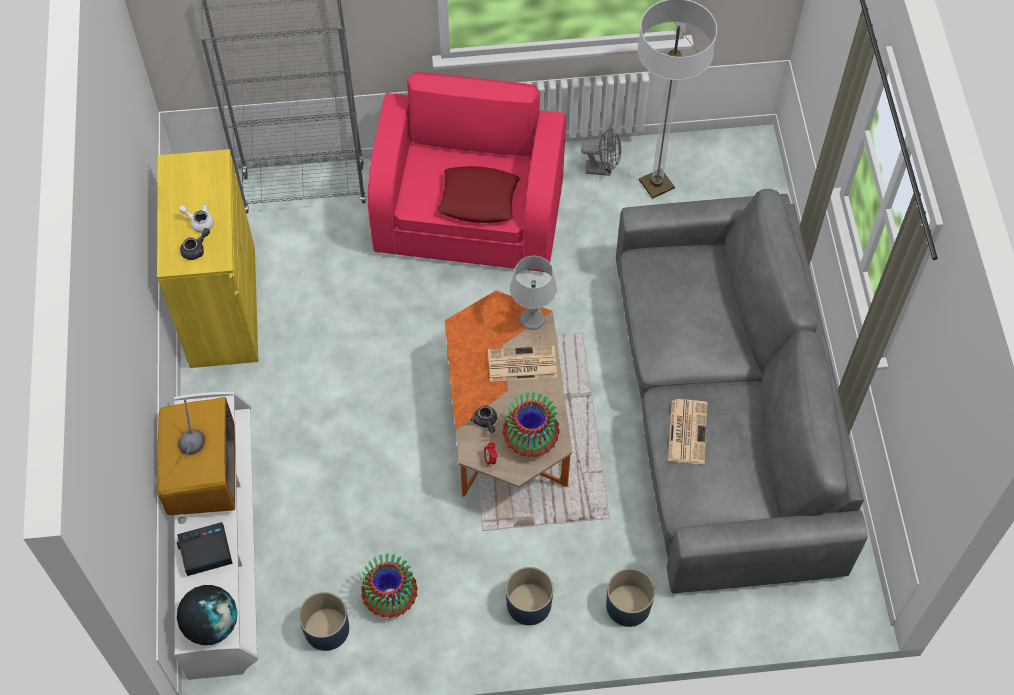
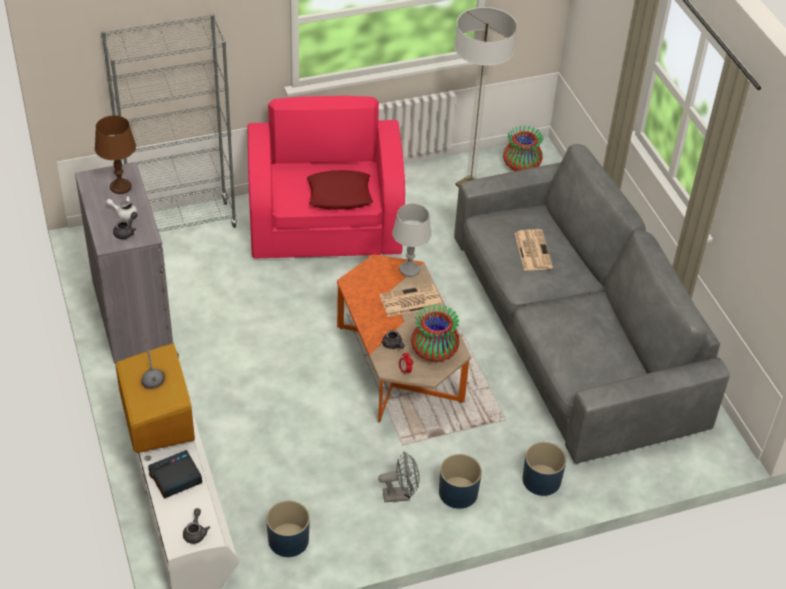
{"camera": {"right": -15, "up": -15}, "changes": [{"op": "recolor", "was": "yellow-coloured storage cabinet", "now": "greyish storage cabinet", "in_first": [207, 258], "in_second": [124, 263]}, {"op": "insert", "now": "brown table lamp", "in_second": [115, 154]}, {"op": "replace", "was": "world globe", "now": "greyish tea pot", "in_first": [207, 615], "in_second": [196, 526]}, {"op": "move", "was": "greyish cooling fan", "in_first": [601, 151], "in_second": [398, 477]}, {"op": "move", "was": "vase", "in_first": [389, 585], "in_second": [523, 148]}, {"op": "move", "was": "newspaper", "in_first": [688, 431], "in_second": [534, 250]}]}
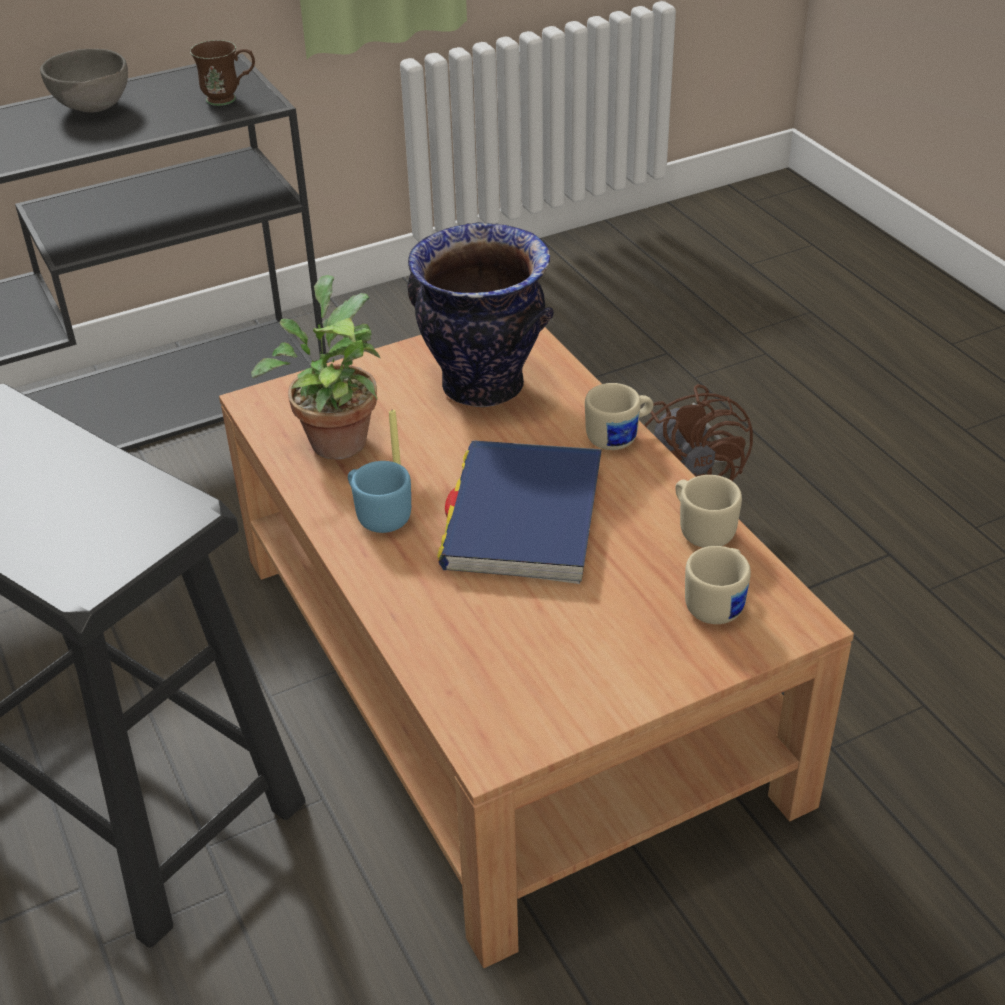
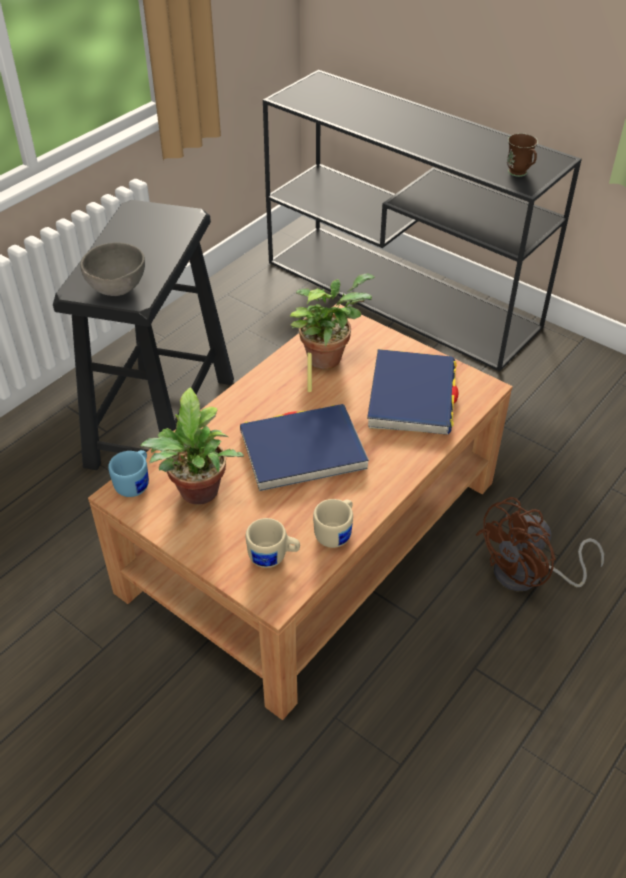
{"camera": {"right": 65, "up": 5}, "changes": [{"op": "move", "was": "greyish serving bowl", "in_first": [84, 81], "in_second": [112, 269]}, {"op": "move", "was": "blue-coloured mug", "in_first": [379, 497], "in_second": [128, 473]}, {"op": "insert", "now": "plant in a pot", "in_second": [192, 446]}, {"op": "replace", "was": "vase", "now": "blue-coloured volume", "in_first": [480, 314], "in_second": [412, 392]}, {"op": "delete", "was": "beige mug", "in_first": [619, 416]}]}
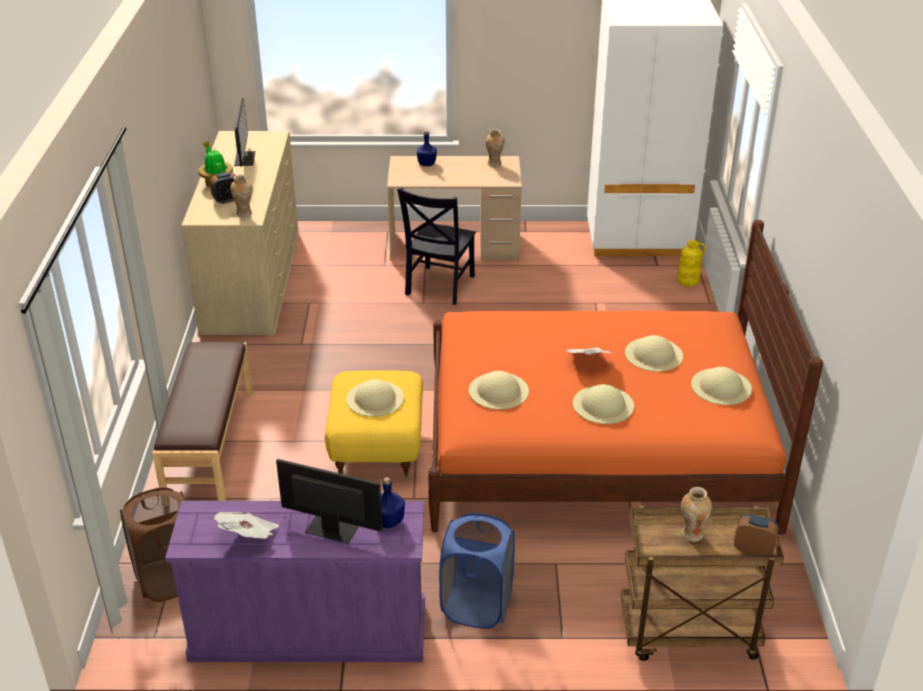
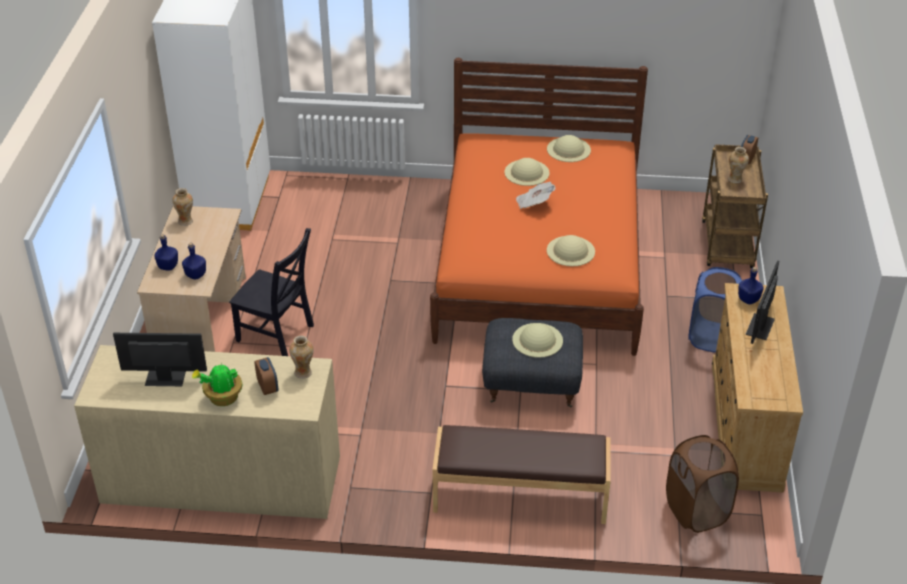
{"camera": {"right": -85, "up": 5}, "changes": [{"op": "insert", "now": "blue-coloured drink bottle", "in_second": [194, 261]}, {"op": "recolor", "was": "yellow-coloured pouffe", "now": "greyish pouffe", "in_first": [374, 424], "in_second": [532, 362]}, {"op": "recolor", "was": "purplish drawer chest", "now": "beige drawer chest", "in_first": [295, 581], "in_second": [757, 388]}, {"op": "delete", "was": "newspaper", "in_first": [246, 525]}, {"op": "delete", "was": "beige wearable hat", "in_first": [603, 404]}, {"op": "delete", "was": "yellow-coloured vase", "in_first": [691, 263]}]}
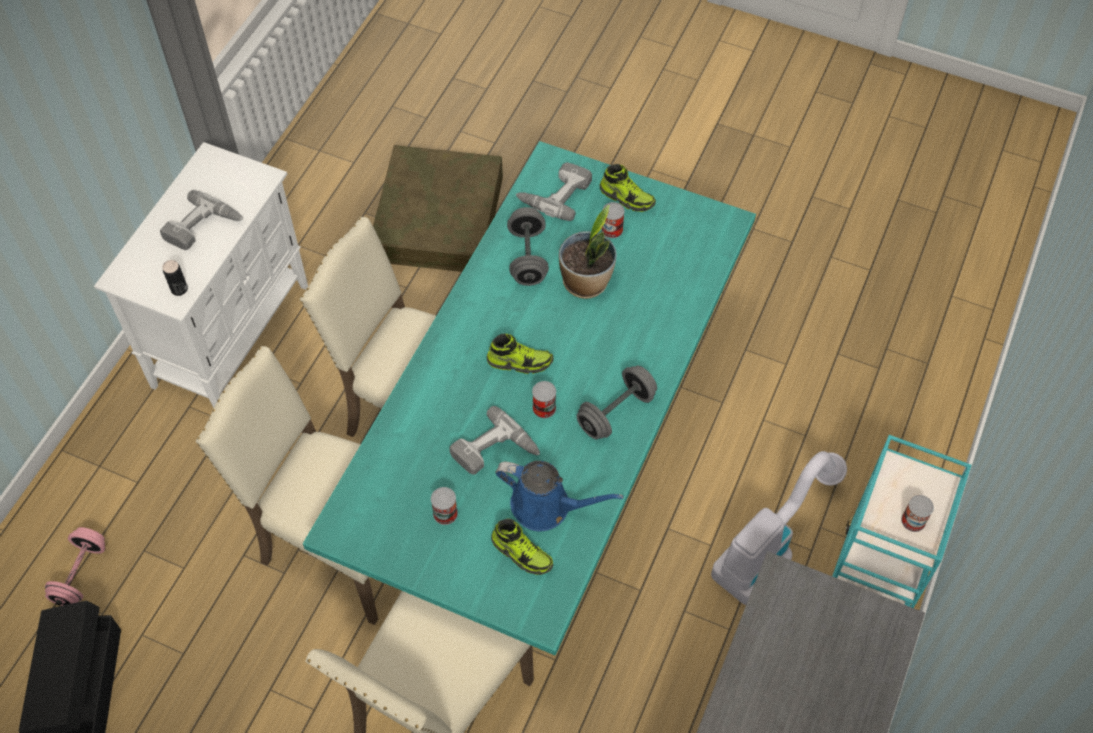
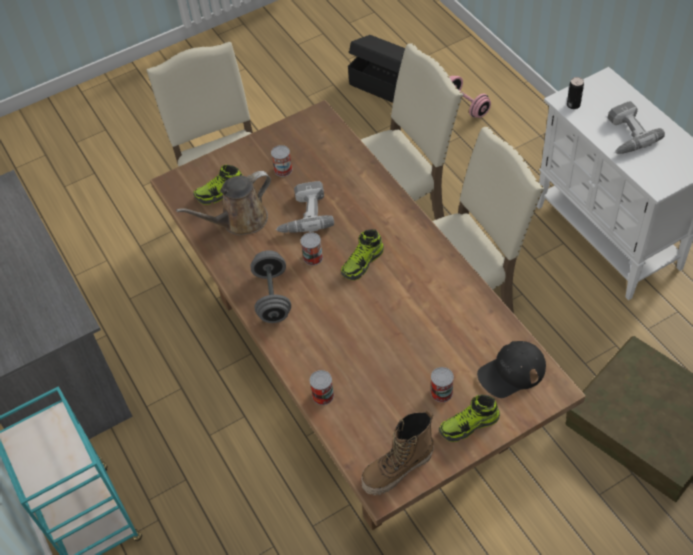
{"camera": {"right": 130, "up": -5}, "changes": [{"op": "recolor", "was": "blue-green dinner table", "now": "brown dinner table", "in_first": [529, 398], "in_second": [368, 315]}, {"op": "recolor", "was": "blue-coloured sprinkling can", "now": "brown sprinkling can", "in_first": [559, 496], "in_second": [223, 203]}, {"op": "move", "was": "metal can", "in_first": [917, 513], "in_second": [322, 387]}, {"op": "insert", "now": "boot", "in_second": [397, 452]}, {"op": "replace", "was": "electric drill", "now": "black-coloured peaked cap", "in_first": [554, 191], "in_second": [511, 369]}, {"op": "delete", "was": "greyish hand weight", "in_first": [528, 246]}, {"op": "delete", "was": "plant in a pot", "in_first": [588, 251]}, {"op": "delete", "was": "vacuum", "in_first": [779, 528]}]}
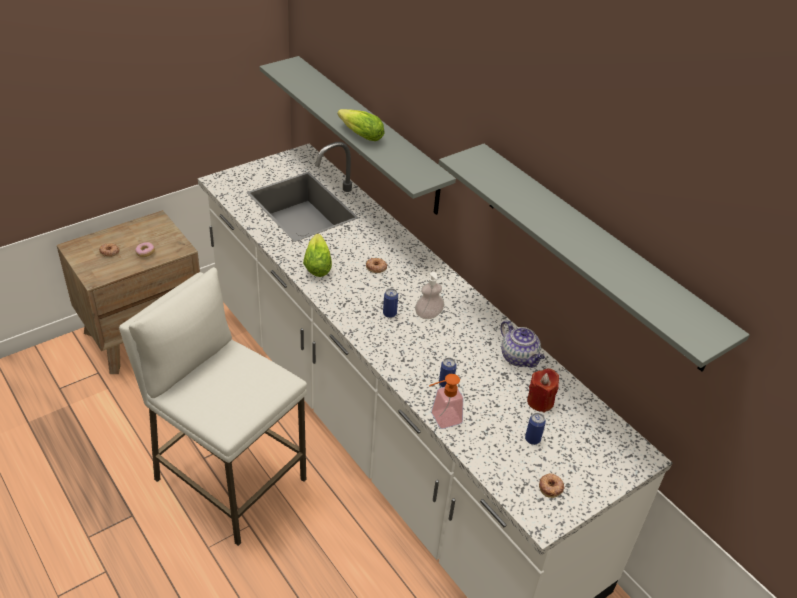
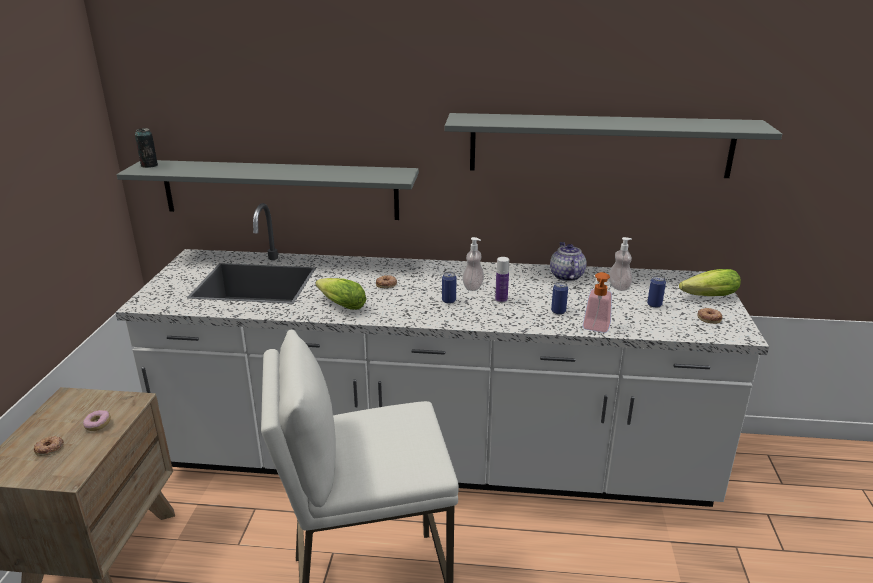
{"camera": {"right": -45, "up": -15}, "changes": [{"op": "insert", "now": "metal can", "in_second": [146, 148]}, {"op": "insert", "now": "drink bottle", "in_second": [502, 280]}, {"op": "rotate", "was": "tea pot", "in_first": [522, 344], "in_second": [568, 261], "clockwise": -105}, {"op": "replace", "was": "red-coloured wax candle", "now": "soap dispenser", "in_first": [543, 390], "in_second": [620, 264]}, {"op": "move", "was": "lettuce", "in_first": [361, 125], "in_second": [710, 282]}]}
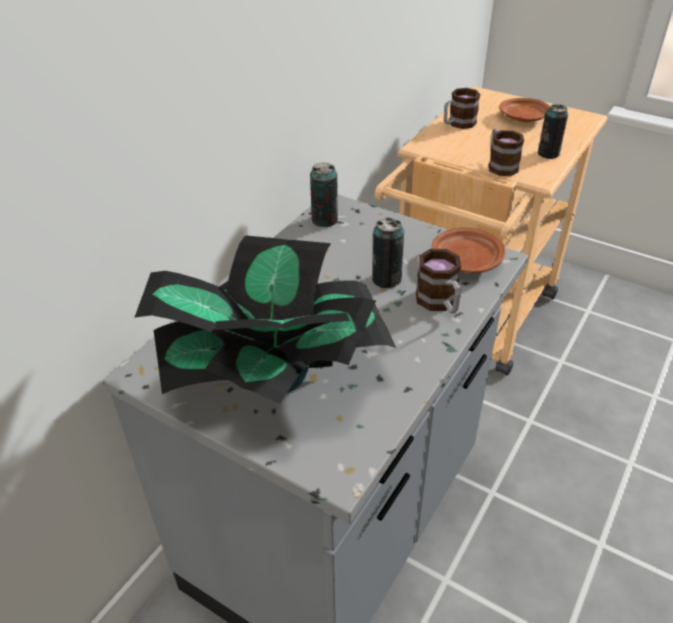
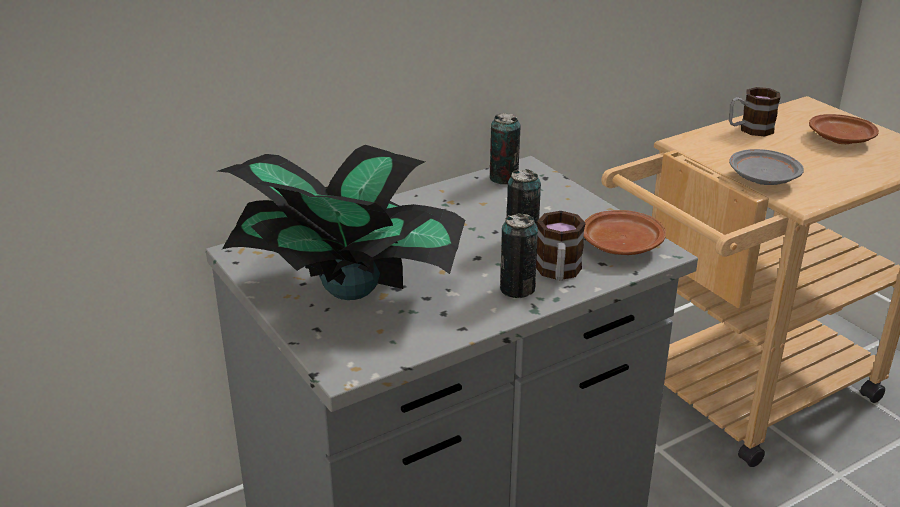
{"camera": {"right": 25, "up": -10}, "changes": [{"op": "move", "was": "metal can", "in_first": [553, 131], "in_second": [519, 255]}, {"op": "replace", "was": "mug", "now": "greyish flat dish", "in_first": [506, 152], "in_second": [766, 167]}]}
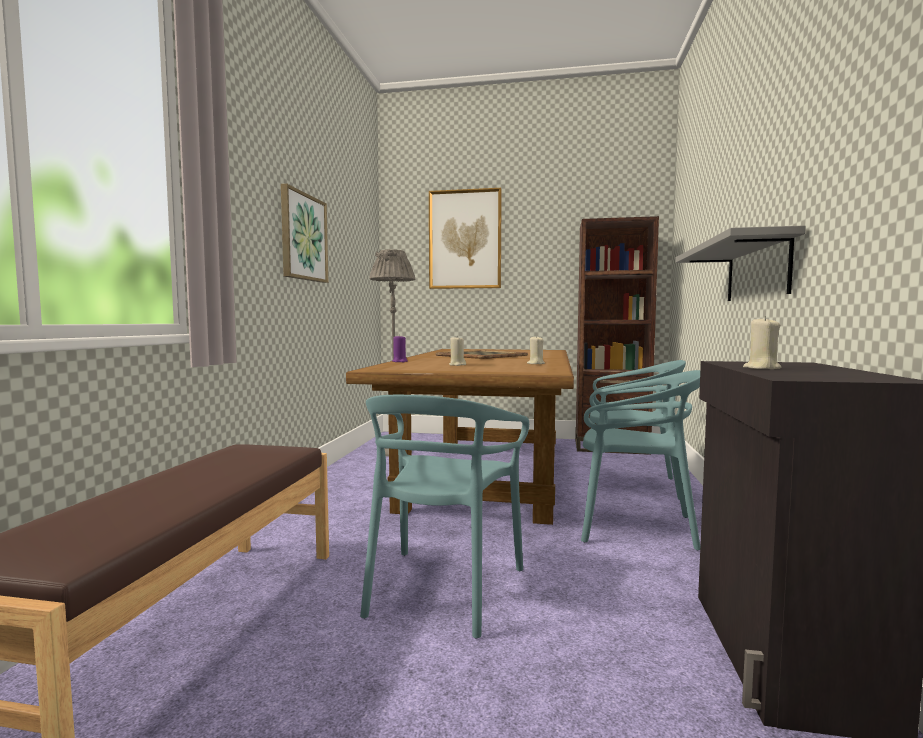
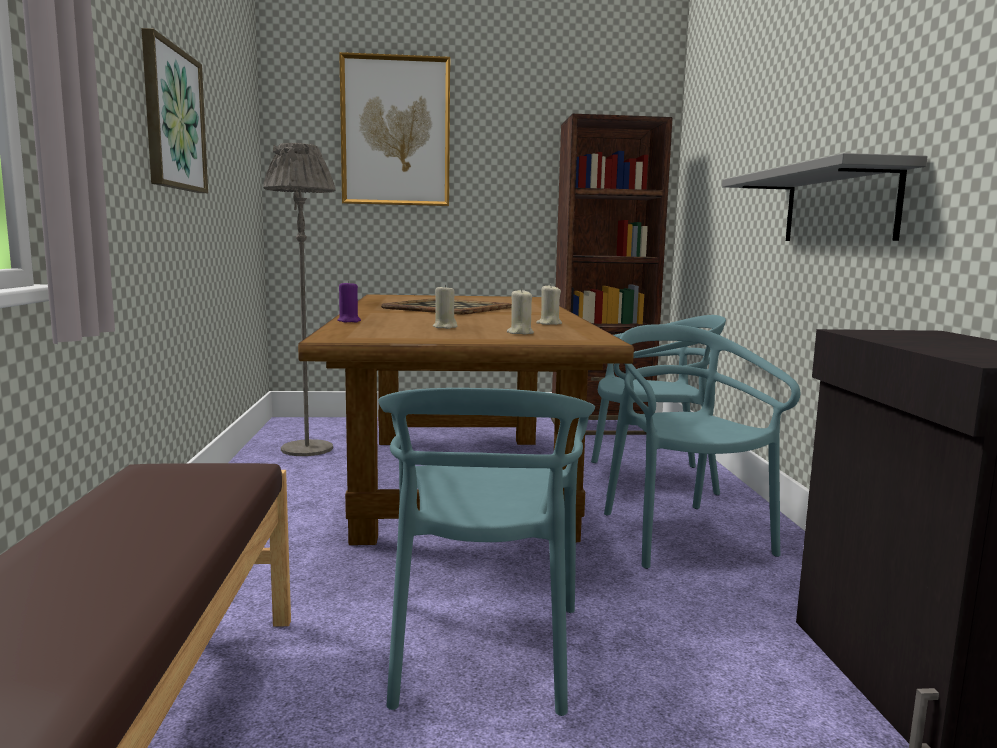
{"camera": {"right": -15, "up": 5}, "changes": [{"op": "move", "was": "beige wax candle", "in_first": [762, 342], "in_second": [520, 311]}, {"op": "rotate", "was": "blue-green plain chair", "in_first": [640, 460], "in_second": [702, 446], "clockwise": -105}]}
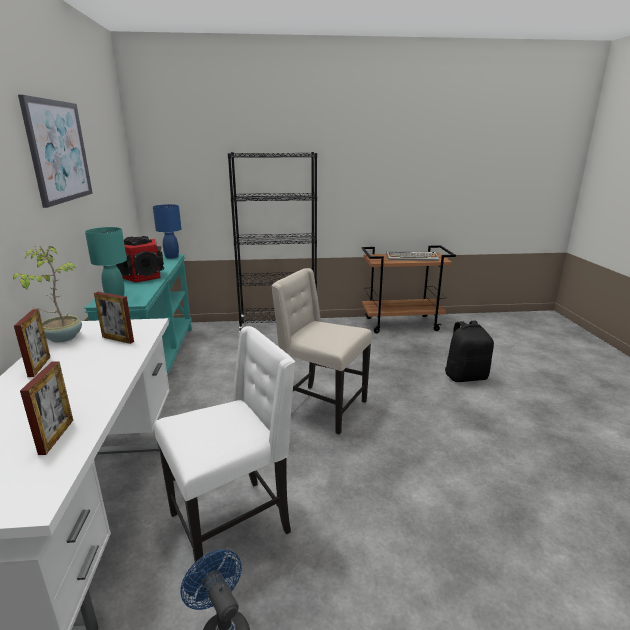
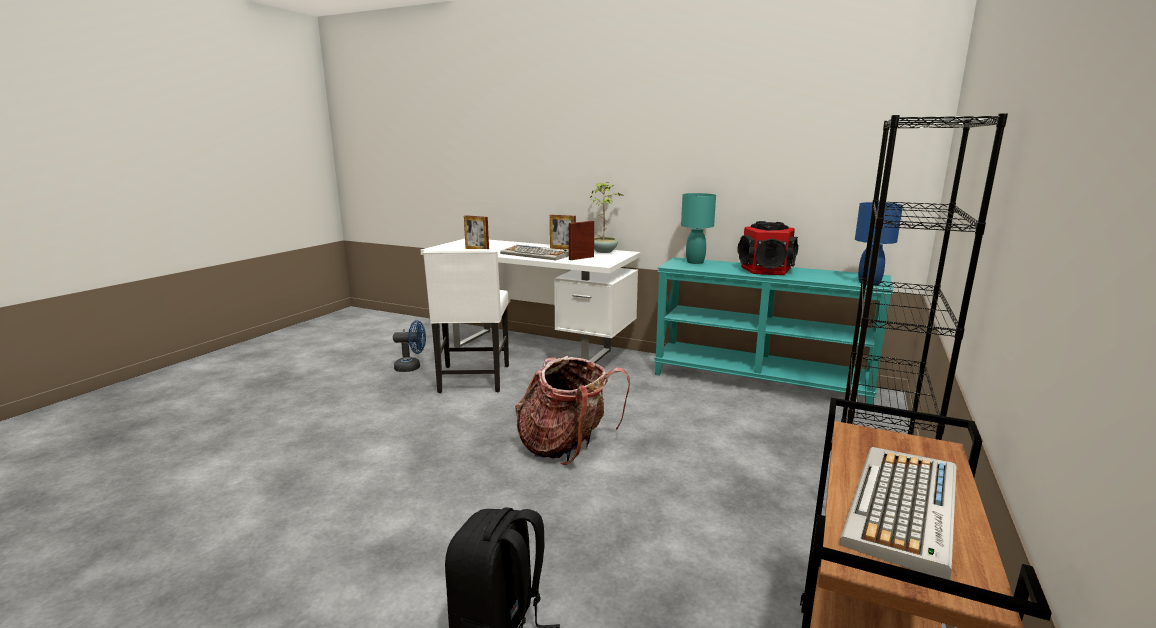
{"camera": {"right": 120, "up": -5}, "changes": [{"op": "insert", "now": "PC keyboard", "in_second": [534, 252]}, {"op": "replace", "was": "beige plain chair", "now": "rucksack", "in_first": [321, 351], "in_second": [572, 410]}, {"op": "delete", "was": "wall art", "in_first": [55, 151]}]}
